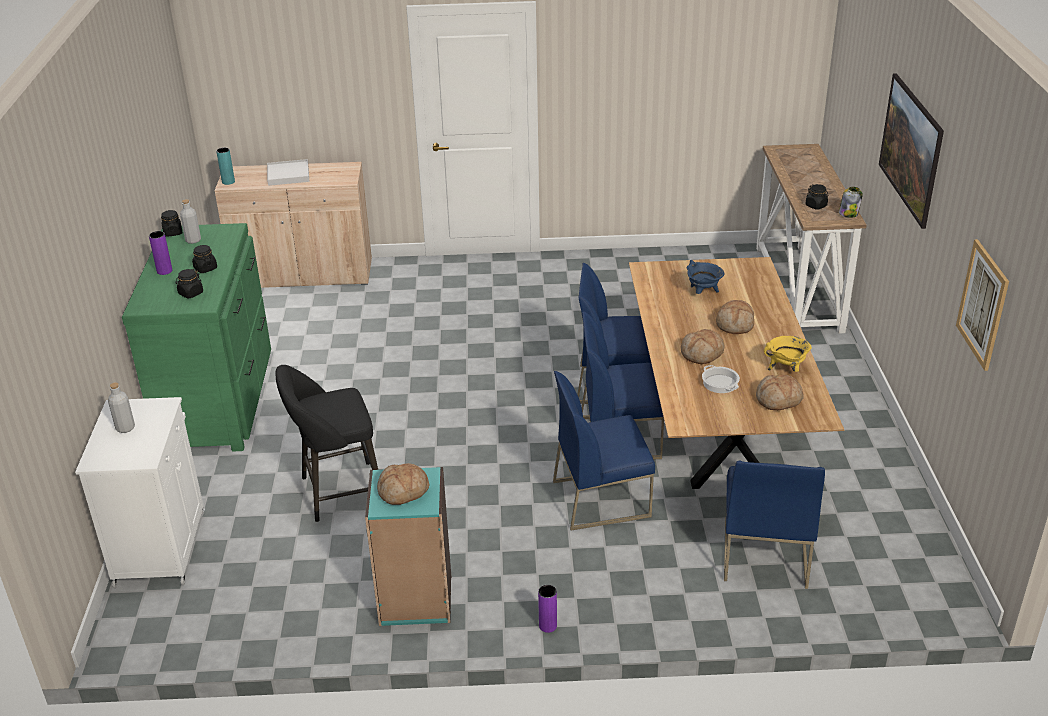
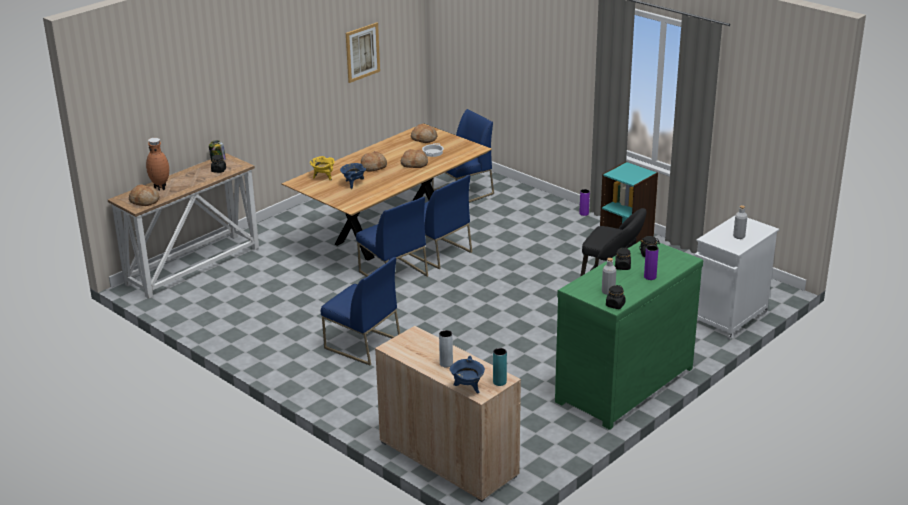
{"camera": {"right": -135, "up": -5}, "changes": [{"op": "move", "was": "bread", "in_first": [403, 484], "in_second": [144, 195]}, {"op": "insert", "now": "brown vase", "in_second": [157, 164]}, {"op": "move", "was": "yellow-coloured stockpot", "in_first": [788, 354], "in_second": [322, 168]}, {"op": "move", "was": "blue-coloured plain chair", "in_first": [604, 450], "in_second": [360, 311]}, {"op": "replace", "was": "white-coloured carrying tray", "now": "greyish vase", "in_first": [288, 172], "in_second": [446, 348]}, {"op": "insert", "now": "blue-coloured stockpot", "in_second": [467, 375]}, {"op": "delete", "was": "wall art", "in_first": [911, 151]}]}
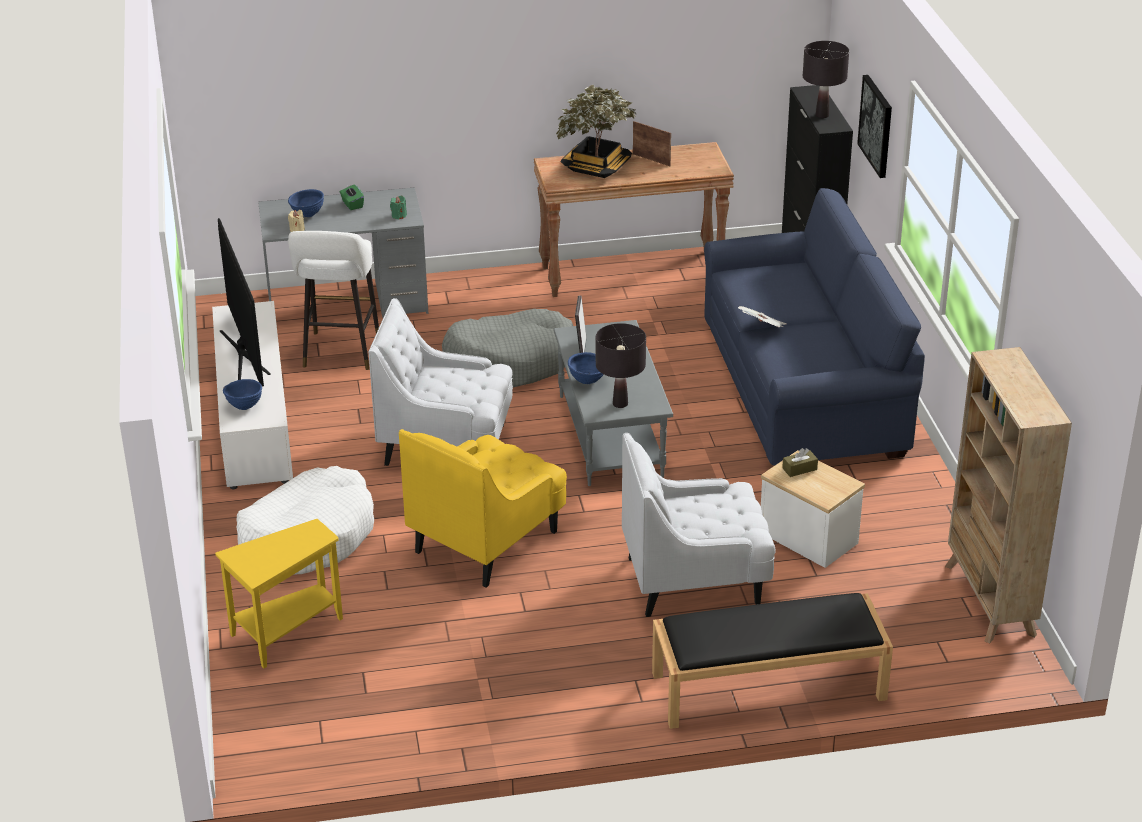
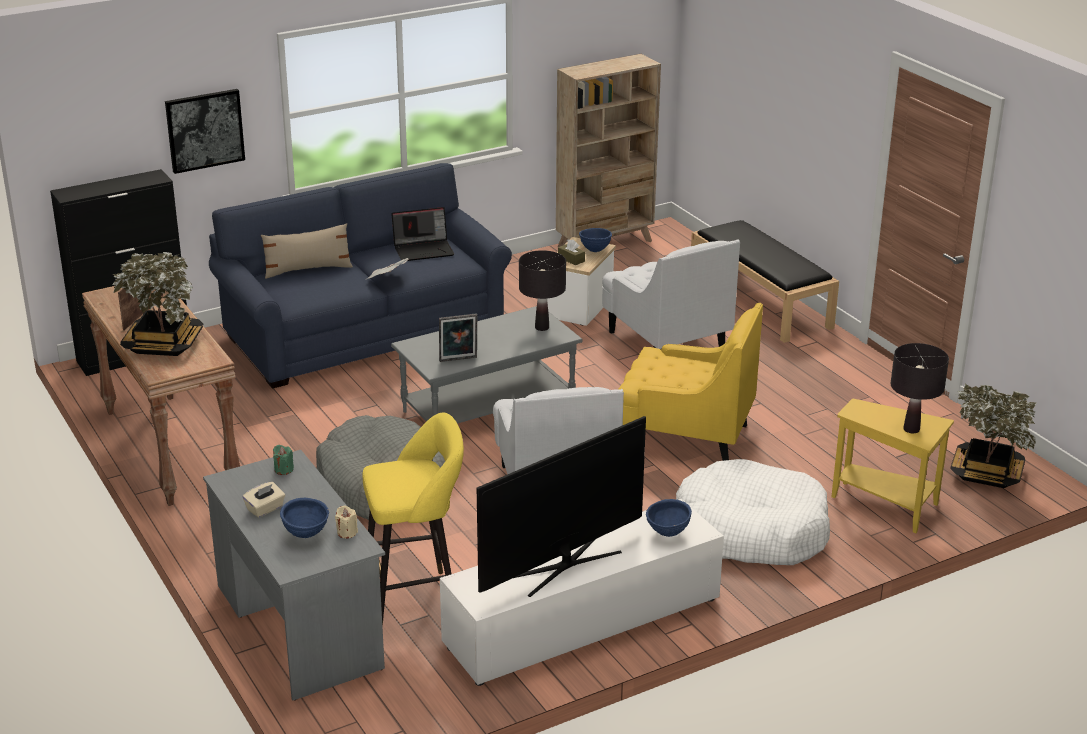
{"camera": {"right": -110, "up": -5}, "changes": [{"op": "recolor", "was": "greenish box of tissues", "now": "beige box of tissues", "in_first": [352, 197], "in_second": [264, 499]}, {"op": "insert", "now": "beige pillow", "in_second": [307, 251]}, {"op": "recolor", "was": "white-coloured stool seat", "now": "yellow-coloured stool seat", "in_first": [333, 300], "in_second": [413, 520]}, {"op": "insert", "now": "portable computer", "in_second": [422, 234]}, {"op": "move", "was": "blue-coloured serving bowl", "in_first": [585, 368], "in_second": [595, 240]}, {"op": "move", "was": "black-coloured table lamp", "in_first": [826, 79], "in_second": [919, 388]}, {"op": "insert", "now": "plant in a pot", "in_second": [993, 436]}]}
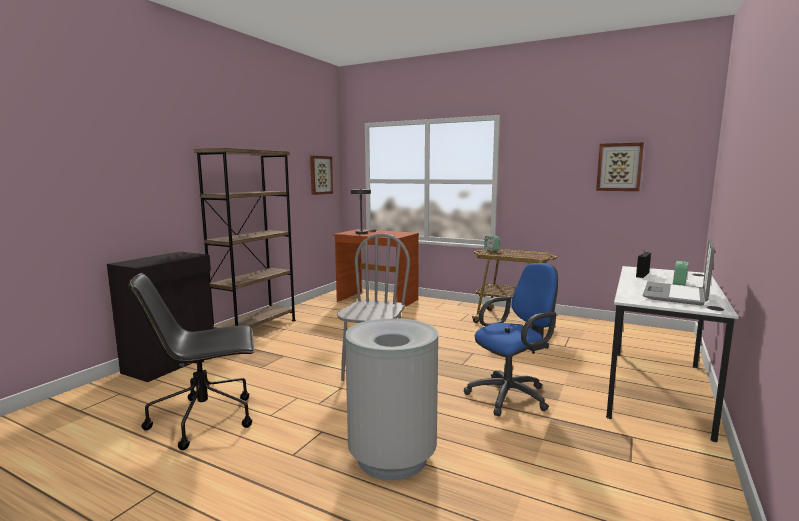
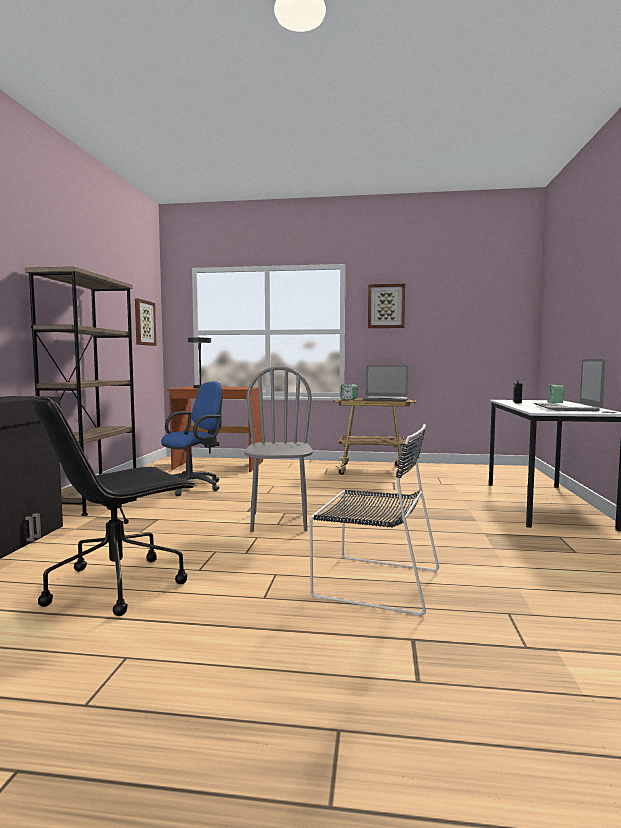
{"camera": {"right": -20, "up": -5}, "changes": [{"op": "move", "was": "blue-coloured computer chair", "in_first": [511, 339], "in_second": [192, 438]}, {"op": "replace", "was": "greyish trash can", "now": "black-coloured plain chair", "in_first": [391, 399], "in_second": [374, 520]}, {"op": "insert", "now": "portable computer", "in_second": [385, 383]}, {"op": "move", "was": "wall art", "in_first": [620, 166], "in_second": [386, 306]}]}
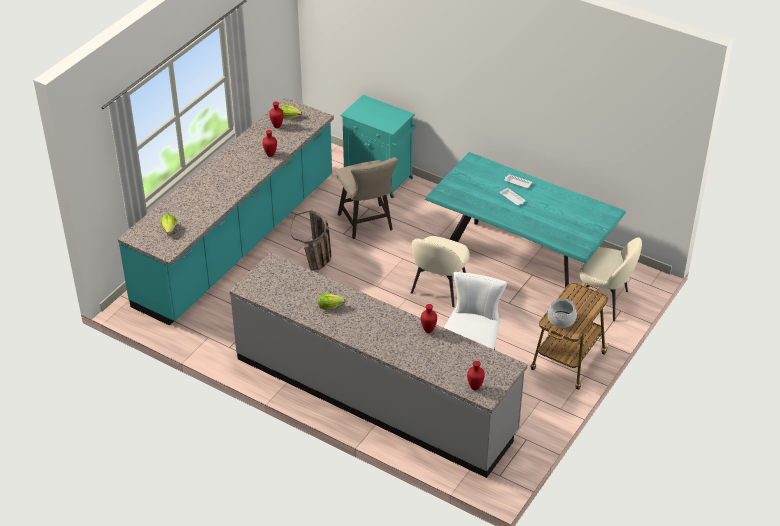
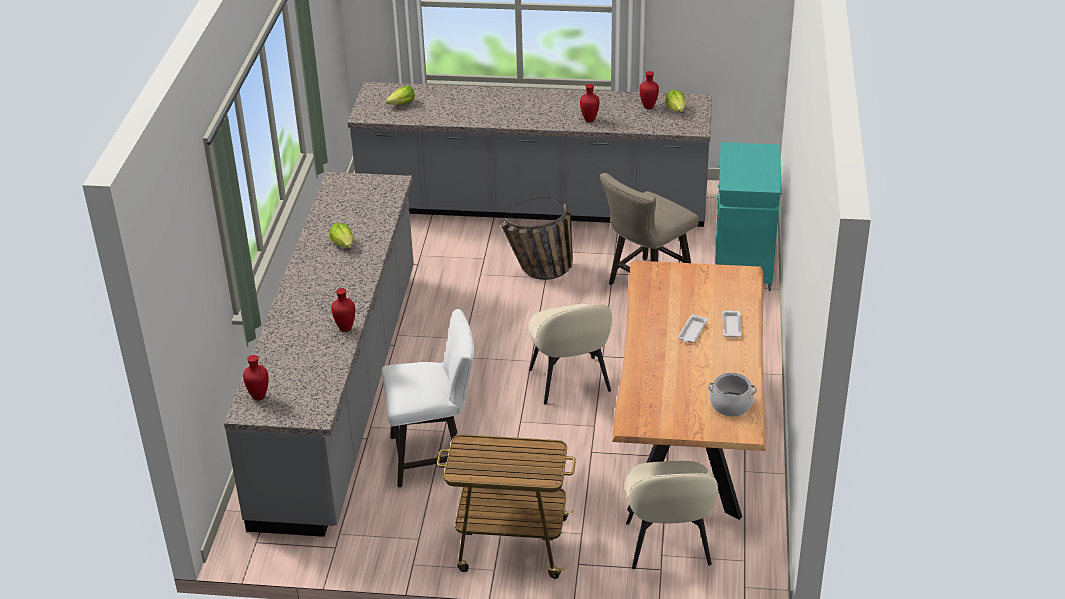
{"camera": {"right": 65, "up": -5}, "changes": [{"op": "recolor", "was": "blue-green counter", "now": "greyish counter", "in_first": [226, 211], "in_second": [529, 154]}, {"op": "rotate", "was": "beige plain chair", "in_first": [440, 271], "in_second": [570, 354], "clockwise": -105}, {"op": "recolor", "was": "blue-green dinner table", "now": "brown dinner table", "in_first": [525, 220], "in_second": [689, 390]}, {"op": "move", "was": "stockpot", "in_first": [562, 313], "in_second": [732, 395]}]}
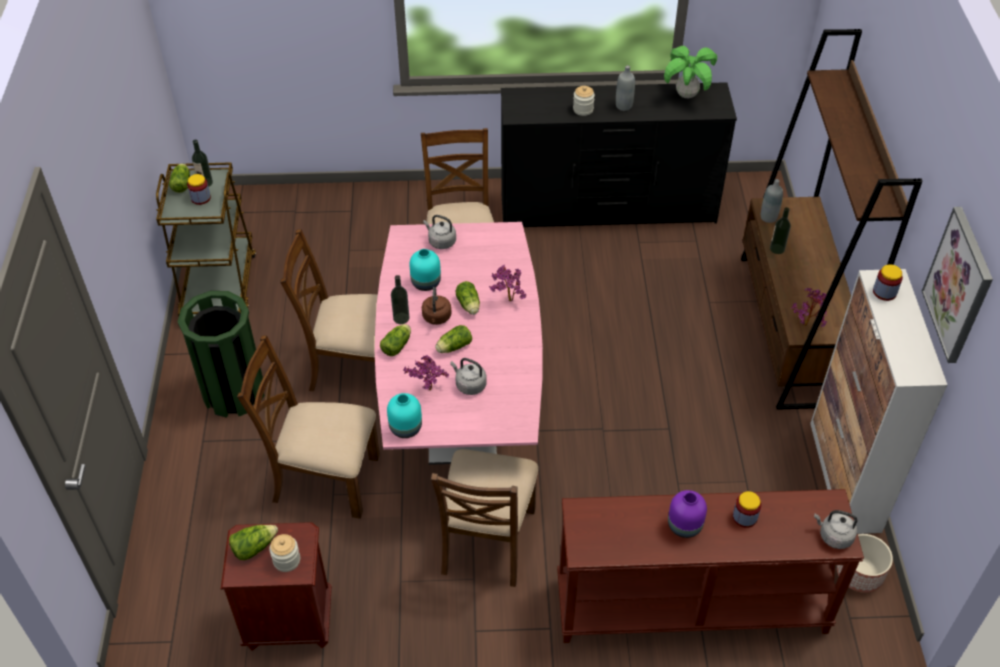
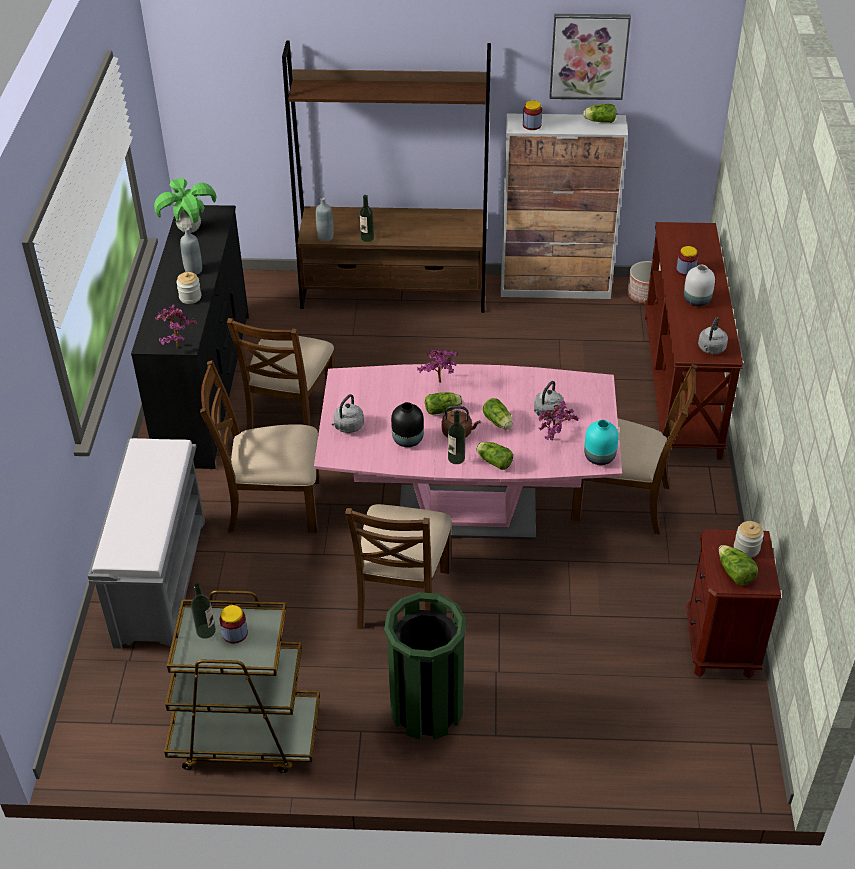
{"camera": {"right": -85, "up": -5}, "changes": [{"op": "insert", "now": "greyish indoor bench", "in_second": [146, 543]}, {"op": "move", "was": "plant in a pot", "in_first": [809, 307], "in_second": [176, 326]}, {"op": "move", "was": "brown plain chair", "in_first": [308, 427], "in_second": [281, 374]}, {"op": "recolor", "was": "blue-green vase", "now": "black-coloured vase", "in_first": [425, 270], "in_second": [407, 424]}, {"op": "move", "was": "lettuce", "in_first": [179, 178], "in_second": [599, 113]}, {"op": "recolor", "was": "purplish vase", "now": "white-coloured vase", "in_first": [687, 514], "in_second": [699, 286]}, {"op": "move", "was": "greyish water kettle", "in_first": [835, 529], "in_second": [713, 335]}]}
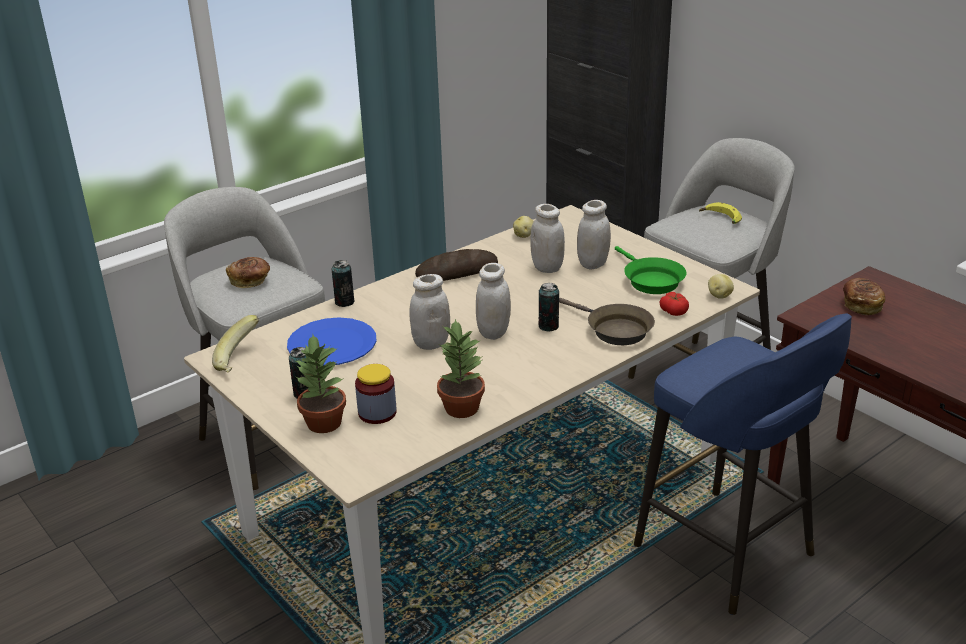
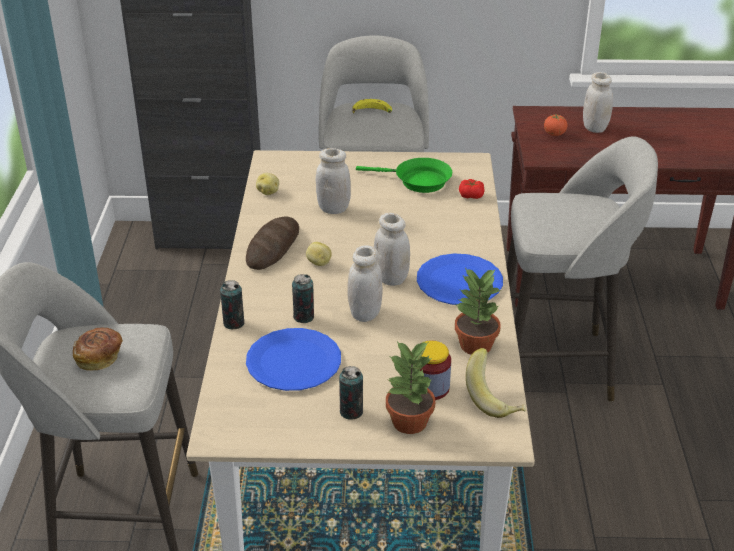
{"camera": {"right": -50, "up": 5}, "changes": [{"op": "move", "was": "metal can", "in_first": [548, 307], "in_second": [303, 298]}, {"op": "move", "was": "spud", "in_first": [721, 286], "in_second": [319, 254]}, {"op": "insert", "now": "blue-coloured flat dish", "in_second": [460, 279]}, {"op": "move", "was": "whole banana", "in_first": [235, 344], "in_second": [496, 383]}, {"op": "recolor", "was": "blue-coloured stool seat", "now": "greyish stool seat", "in_first": [743, 464], "in_second": [582, 269]}, {"op": "replace", "was": "bread", "now": "whole tomato", "in_first": [864, 296], "in_second": [555, 125]}, {"op": "move", "was": "white-coloured preserve jar", "in_first": [594, 235], "in_second": [598, 102]}, {"op": "delete", "was": "brown pan", "in_first": [607, 321]}]}
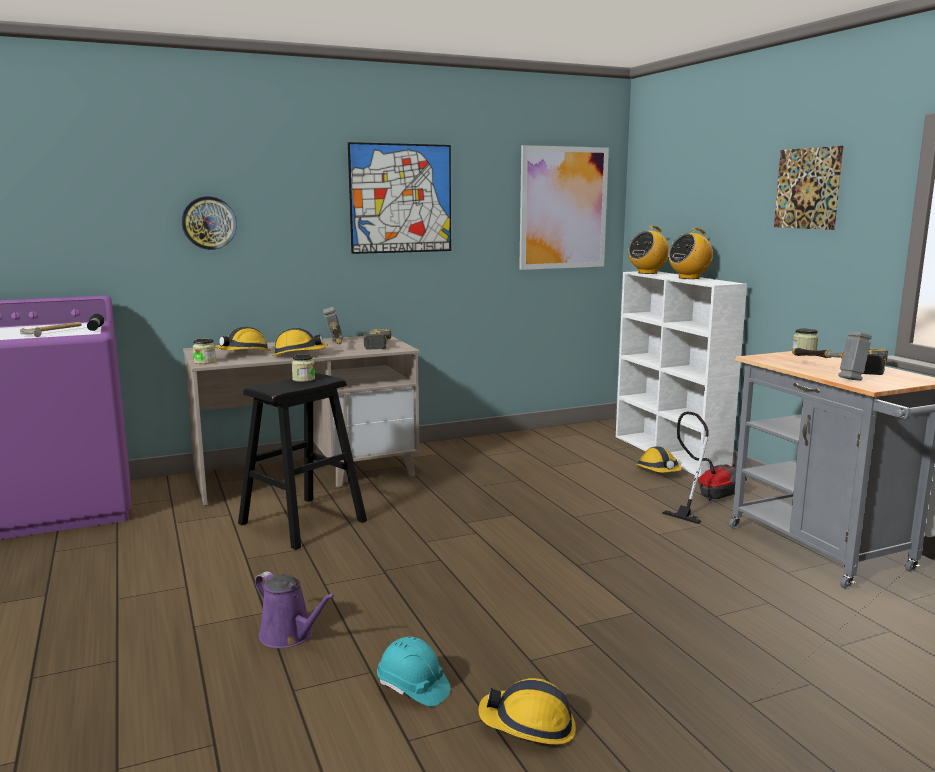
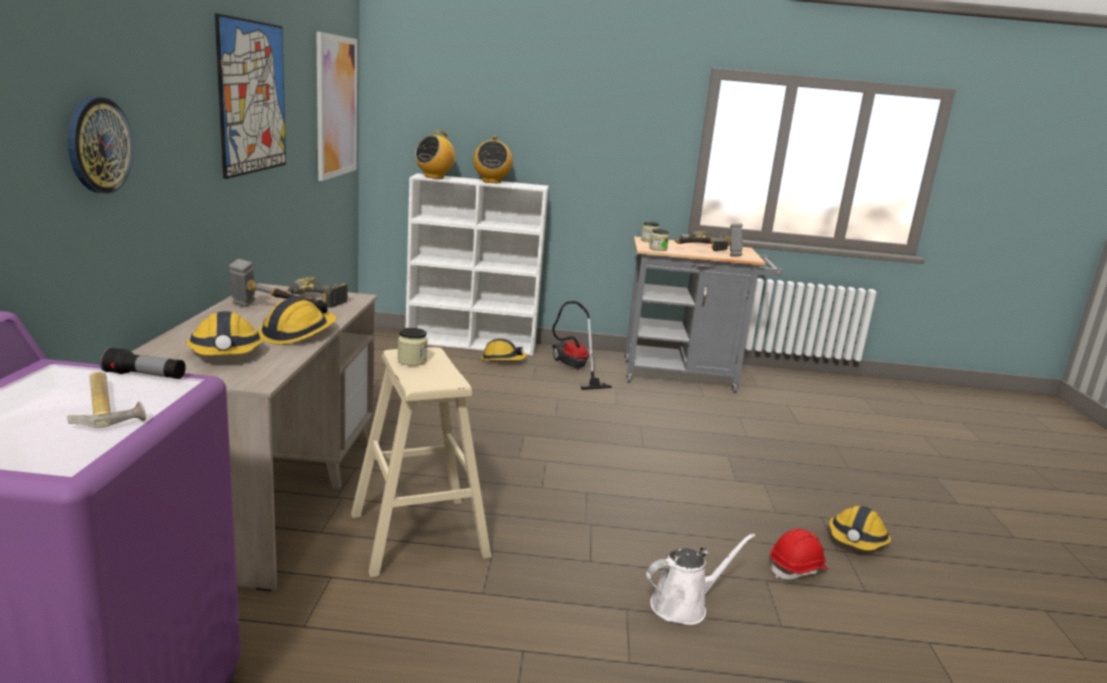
{"camera": {"right": -65, "up": 5}, "changes": [{"op": "recolor", "was": "black-coloured stool seat", "now": "beige stool seat", "in_first": [302, 461], "in_second": [421, 462]}, {"op": "rotate", "was": "radio", "in_first": [648, 250], "in_second": [435, 155], "clockwise": 45}, {"op": "recolor", "was": "purplish sprinkling can", "now": "white-coloured sprinkling can", "in_first": [295, 609], "in_second": [700, 579]}, {"op": "move", "was": "preserve jar", "in_first": [204, 351], "in_second": [659, 240]}, {"op": "recolor", "was": "blue-green safety helmet", "now": "red-coloured safety helmet", "in_first": [414, 672], "in_second": [799, 554]}, {"op": "delete", "was": "wall art", "in_first": [809, 188]}]}
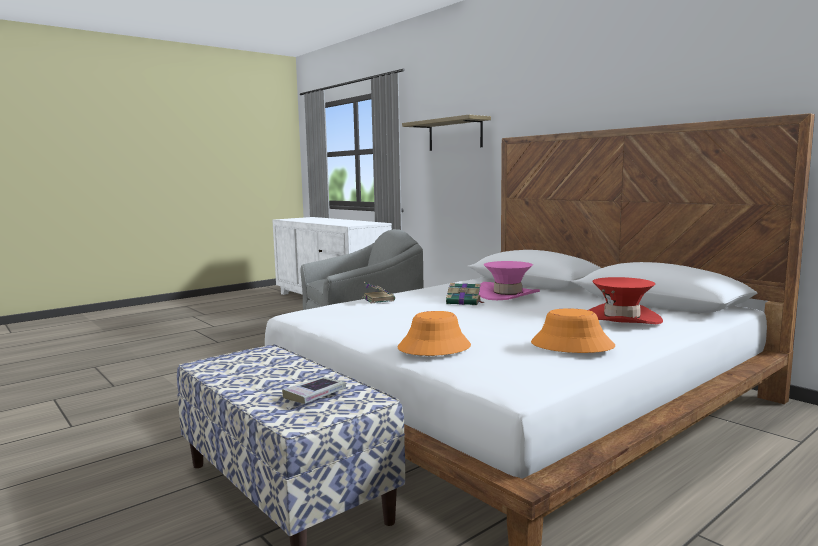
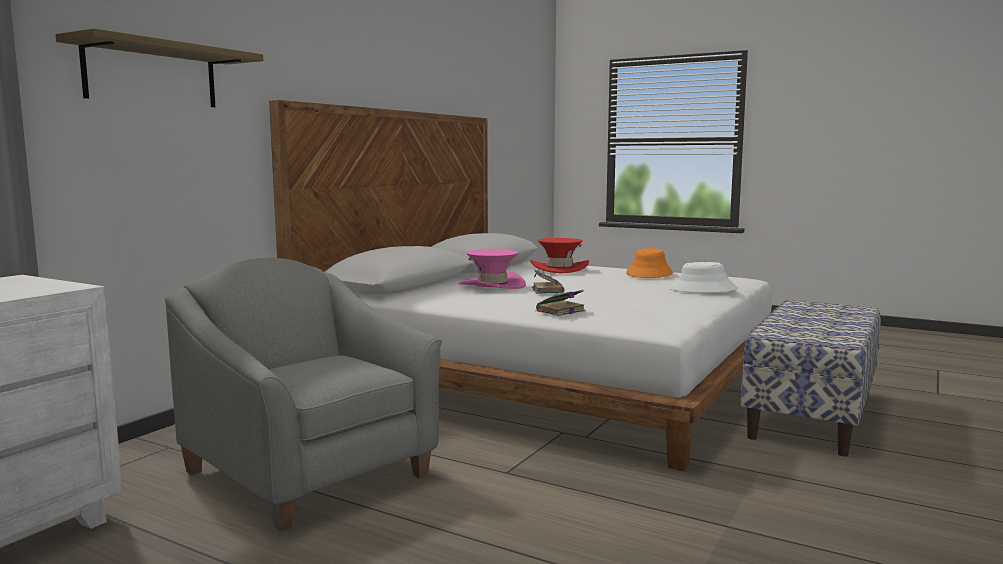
{"camera": {"right": -110, "up": 0}, "changes": [{"op": "recolor", "was": "orangey wearable hat", "now": "white-coloured wearable hat", "in_first": [434, 333], "in_second": [703, 277]}, {"op": "delete", "was": "volume", "in_first": [314, 390]}]}
